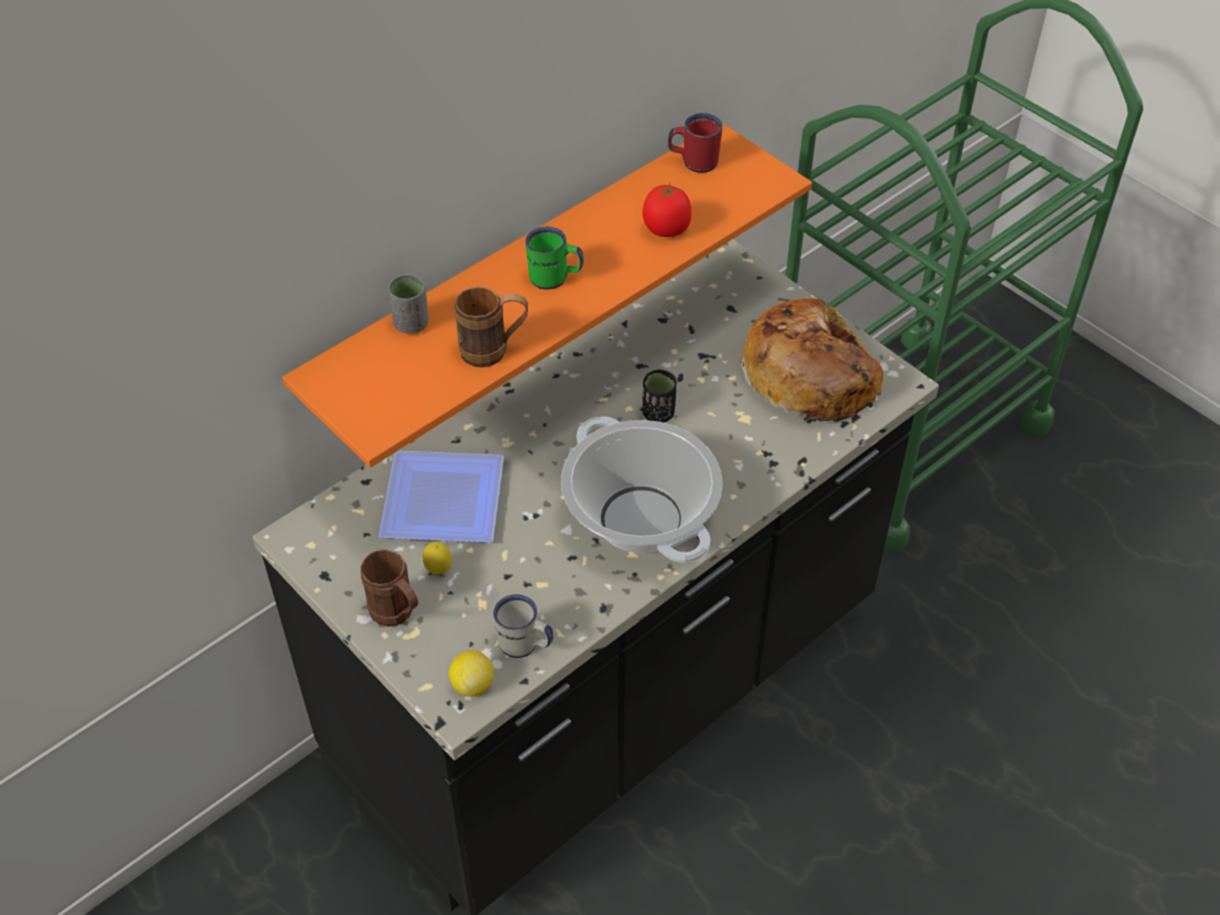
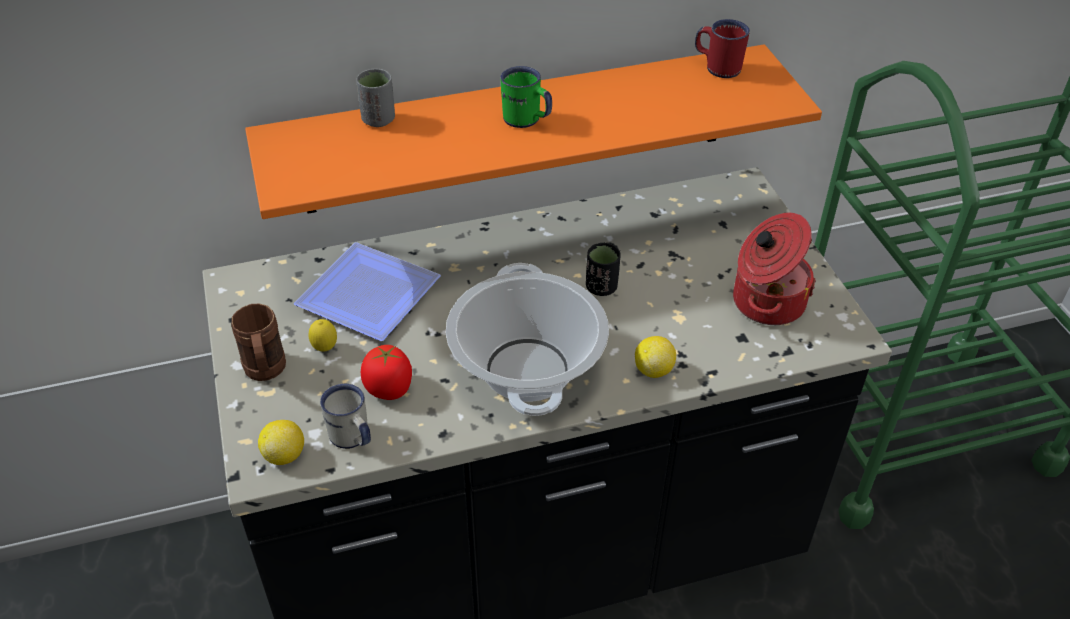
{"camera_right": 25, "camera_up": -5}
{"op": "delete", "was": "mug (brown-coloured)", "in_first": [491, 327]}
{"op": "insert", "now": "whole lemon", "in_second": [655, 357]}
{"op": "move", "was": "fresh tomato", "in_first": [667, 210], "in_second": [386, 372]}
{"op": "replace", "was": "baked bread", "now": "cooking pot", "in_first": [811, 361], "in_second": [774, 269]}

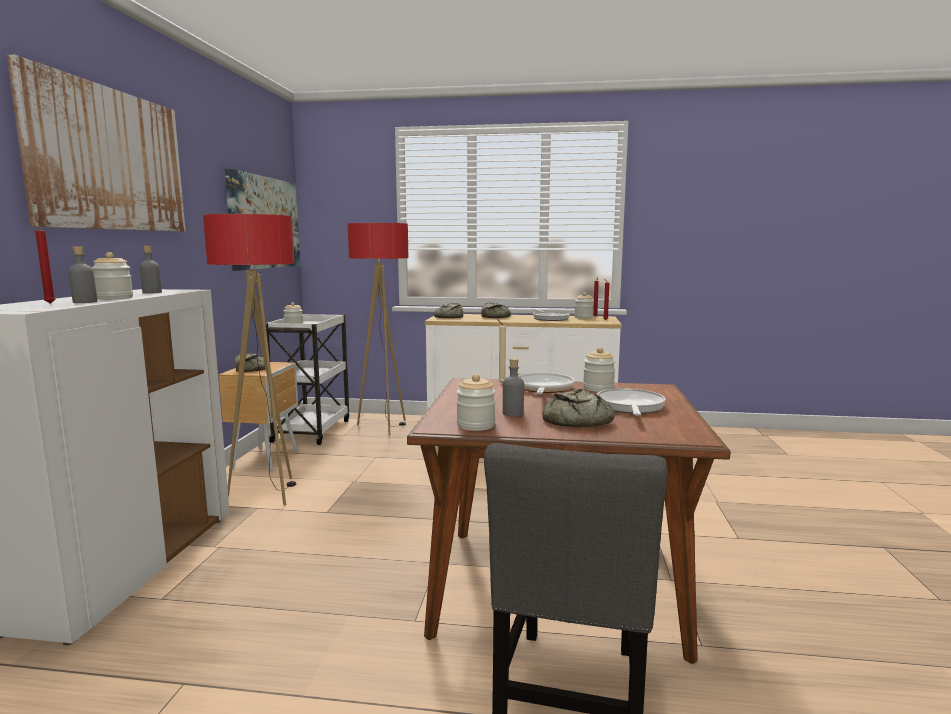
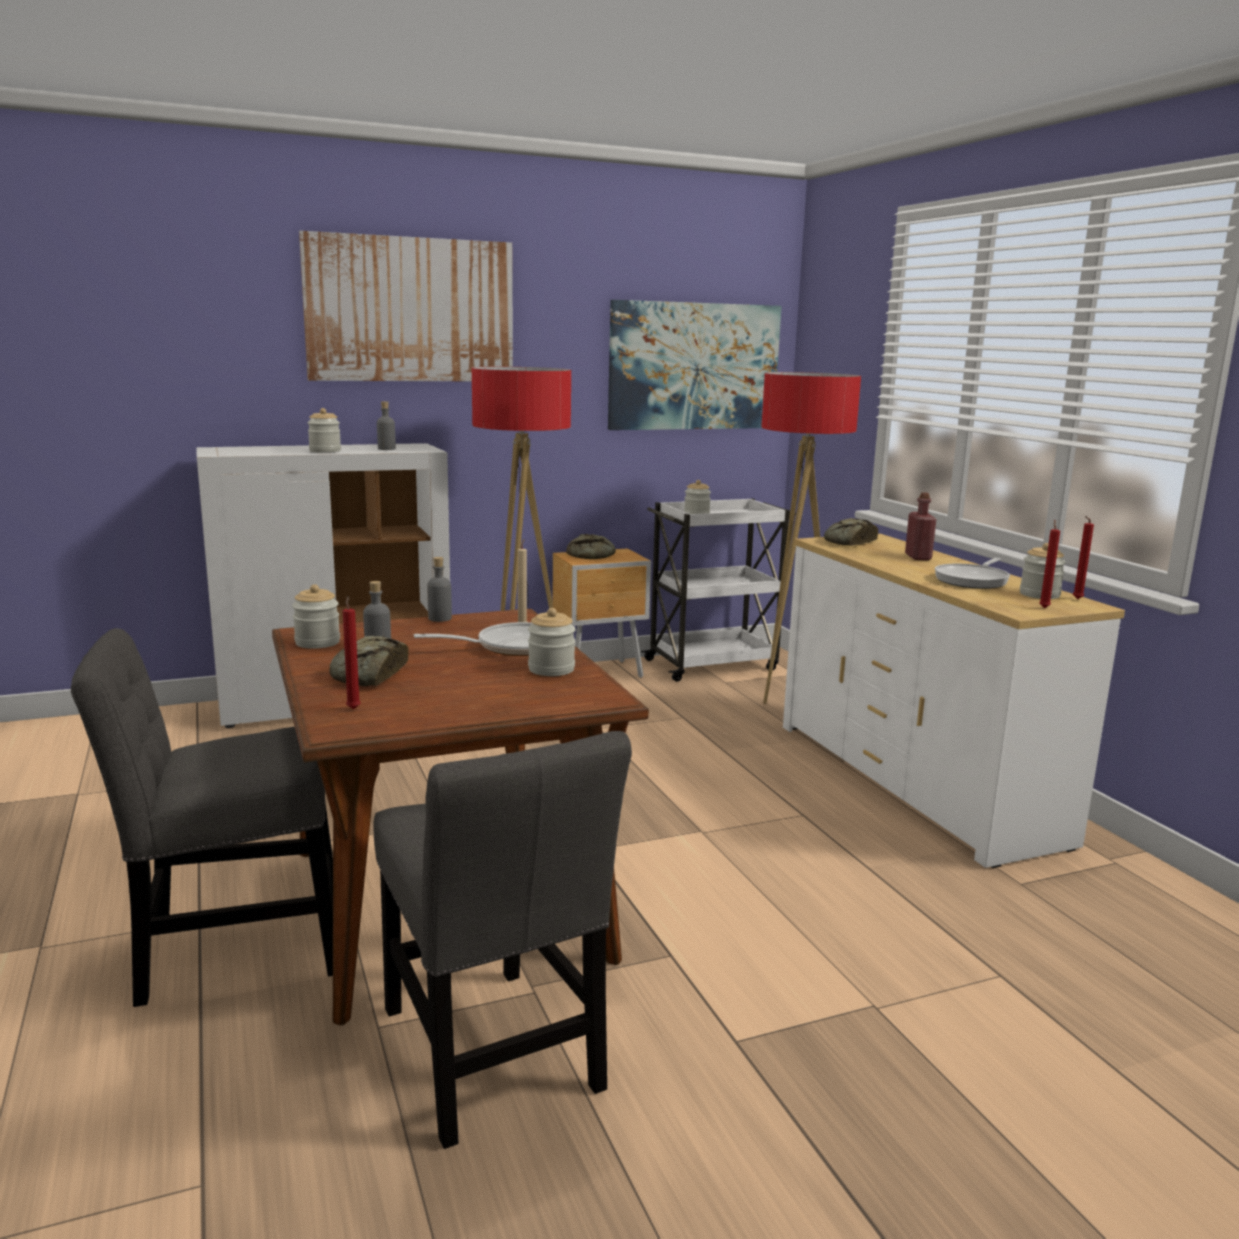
{"camera_right": 60, "camera_up": 5}
{"op": "delete", "was": "frying pan", "in_first": [631, 401]}
{"op": "insert", "now": "upright chair (grey)", "in_second": [502, 940]}
{"op": "move", "was": "wax candle (red-coloured)", "in_first": [44, 263], "in_second": [352, 652]}
{"op": "move", "was": "drink bottle (grey)", "in_first": [82, 274], "in_second": [439, 589]}
{"op": "replace", "was": "baked bread", "now": "drink bottle (red-coloured)", "in_first": [496, 310], "in_second": [920, 526]}

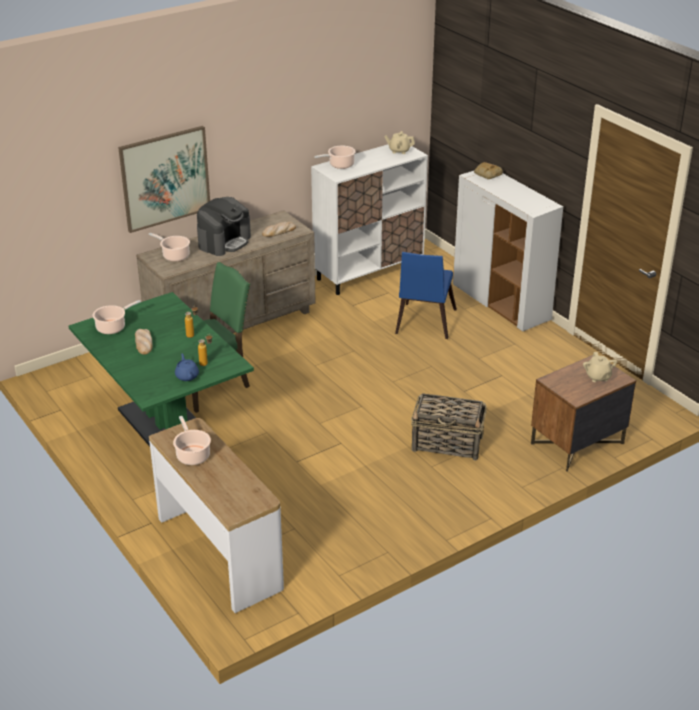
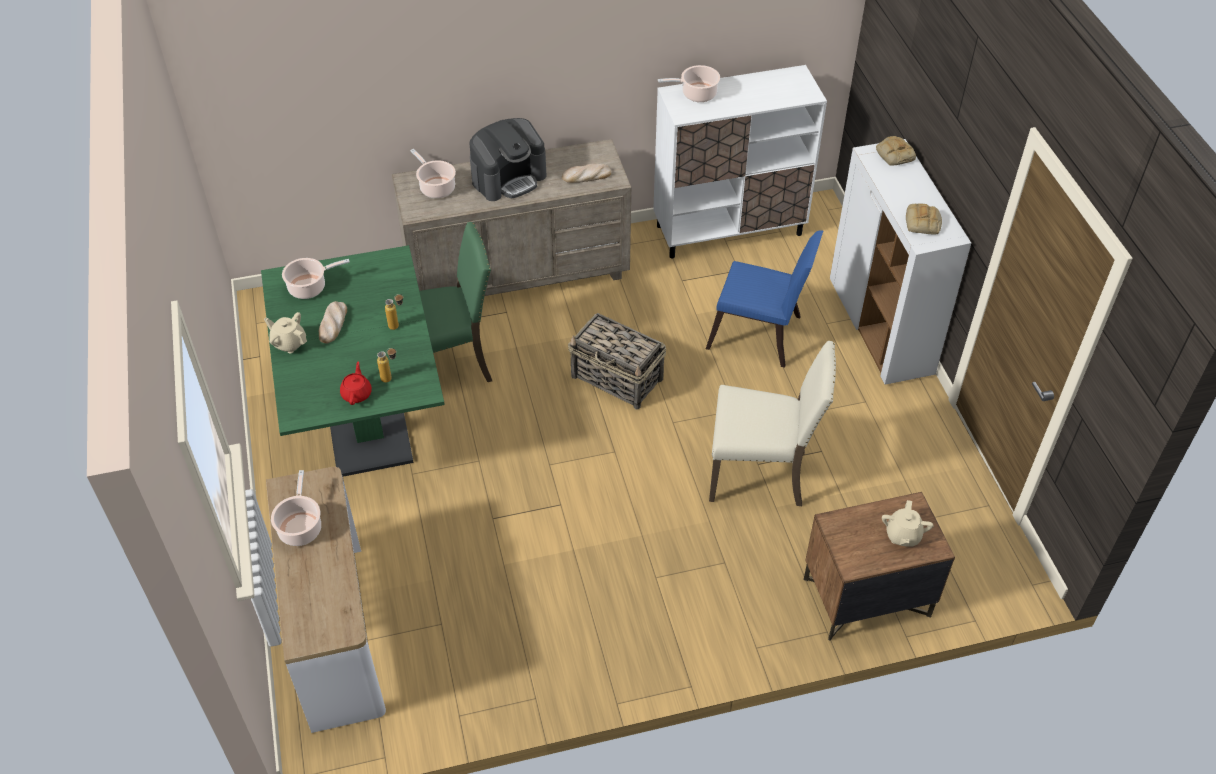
{"camera_right": 20, "camera_up": 15}
{"op": "delete", "was": "wall picture", "in_first": [164, 179]}
{"op": "insert", "now": "upright chair (beige-coloured)", "in_second": [772, 423]}
{"op": "insert", "now": "baked bread", "in_second": [924, 219]}
{"op": "move", "was": "pot for tea (beige-coloured)", "in_first": [400, 142], "in_second": [285, 333]}
{"op": "move", "was": "basket", "in_first": [449, 427], "in_second": [617, 361]}
{"op": "recolor", "was": "pot for tea (blue-coloured)", "now": "pot for tea (red-coloured)", "in_first": [187, 367], "in_second": [356, 383]}
{"op": "rotate", "was": "upright chair (blue-coloured)", "in_first": [426, 295], "in_second": [764, 299], "clockwise": -105}

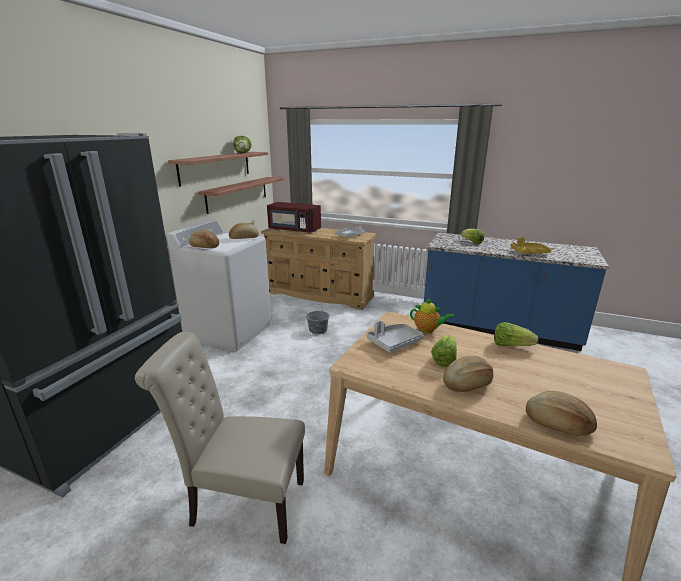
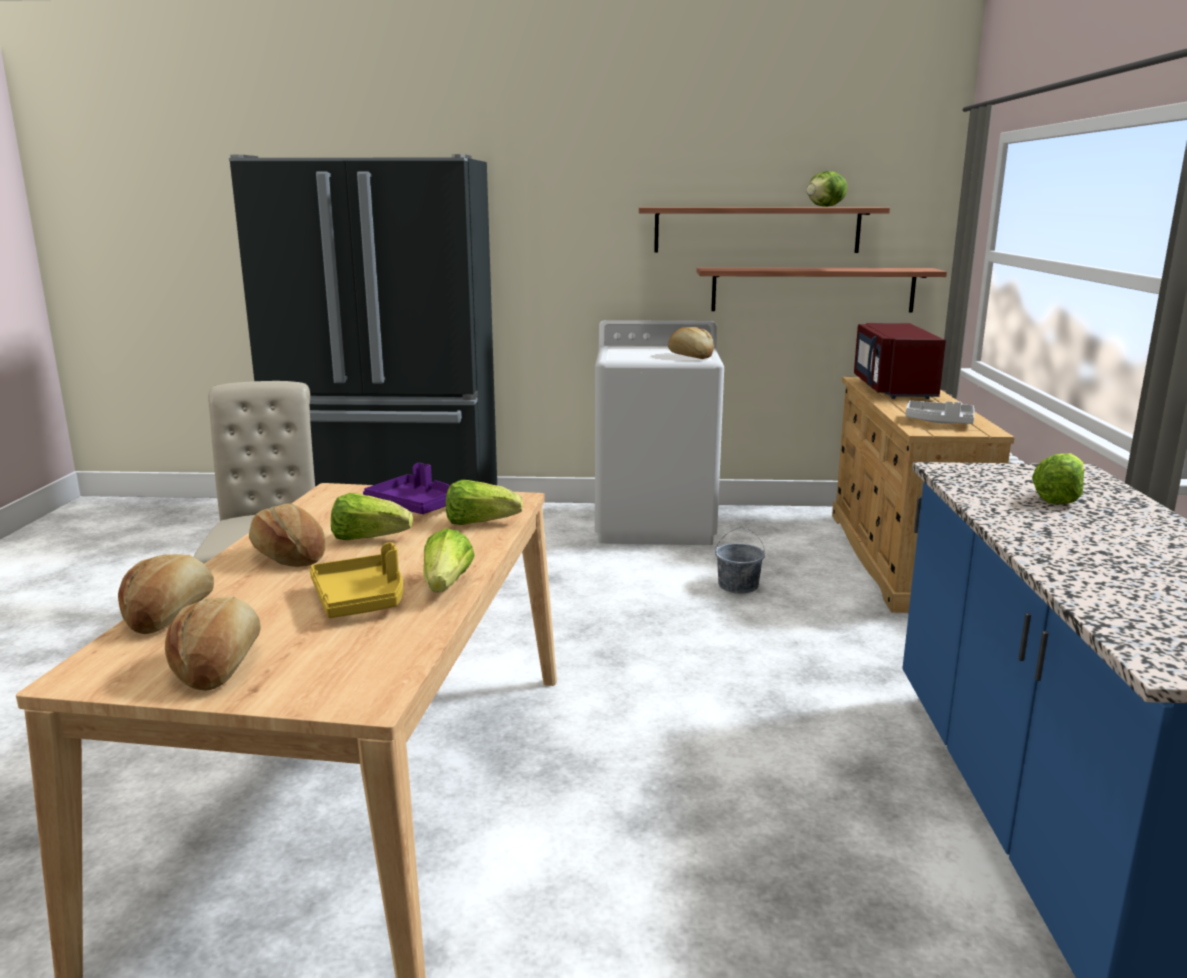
{"camera_right": 70, "camera_up": -5}
{"op": "move", "was": "baked bread", "in_first": [204, 239], "in_second": [213, 644]}
{"op": "move", "was": "serving tray (yellowish)", "in_first": [530, 245], "in_second": [356, 580]}
{"op": "replace", "was": "pot for tea", "now": "lettuce head", "in_first": [432, 315], "in_second": [484, 502]}
{"op": "recolor", "was": "serving tray (grey)", "now": "serving tray (purplish)", "in_first": [395, 336], "in_second": [406, 488]}

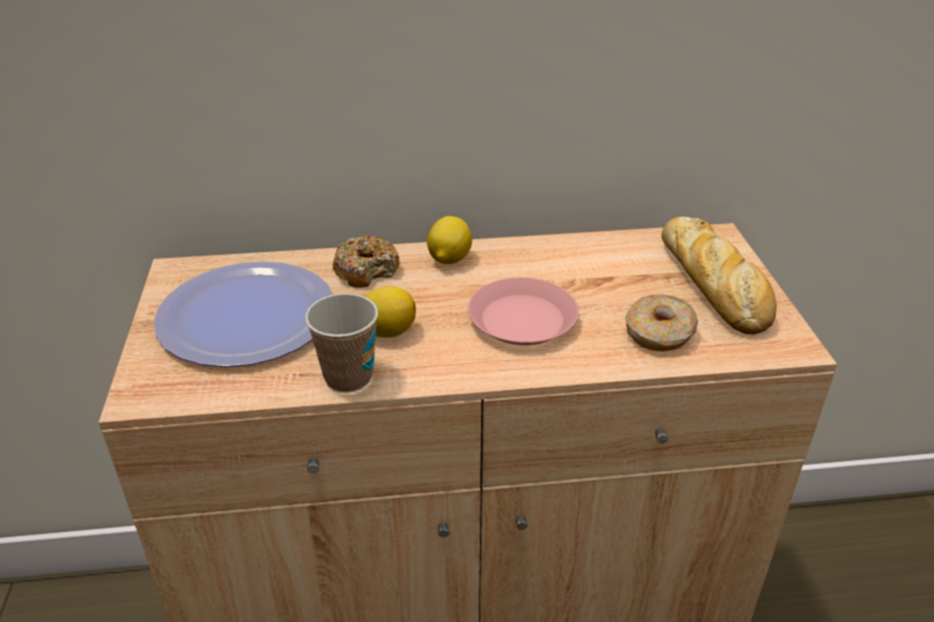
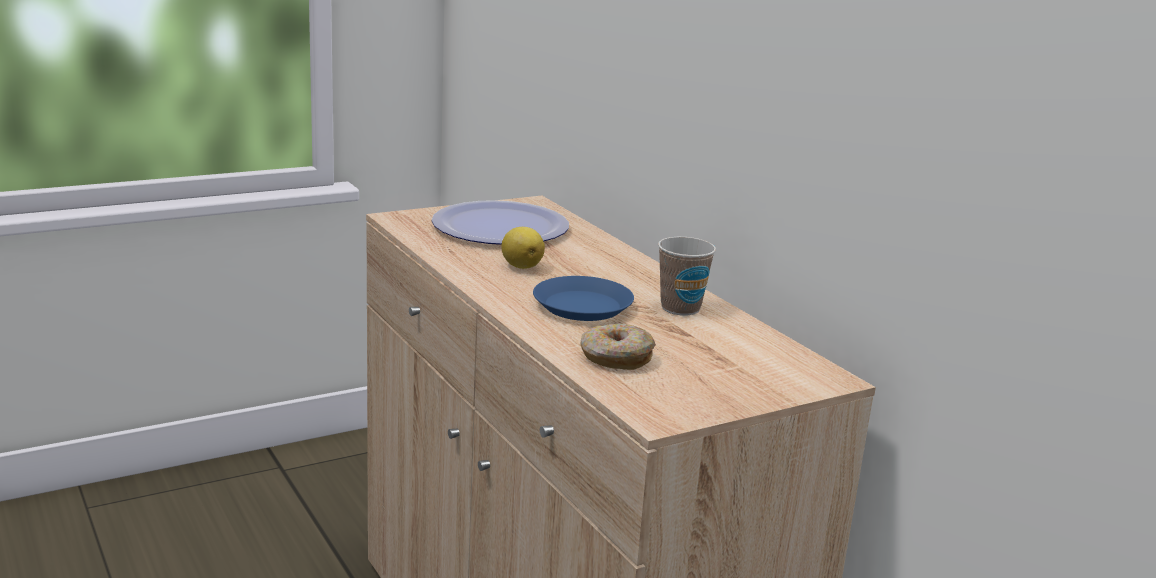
{"camera_right": 65, "camera_up": -15}
{"op": "delete", "was": "doughnut", "in_first": [366, 261]}
{"op": "delete", "was": "whole lemon", "in_first": [449, 240]}
{"op": "delete", "was": "baked bread", "in_first": [719, 275]}
{"op": "move", "was": "drinking cup", "in_first": [341, 342], "in_second": [687, 276]}
{"op": "recolor", "was": "plate (pink-coloured)", "now": "plate (blue-coloured)", "in_first": [523, 311], "in_second": [583, 298]}

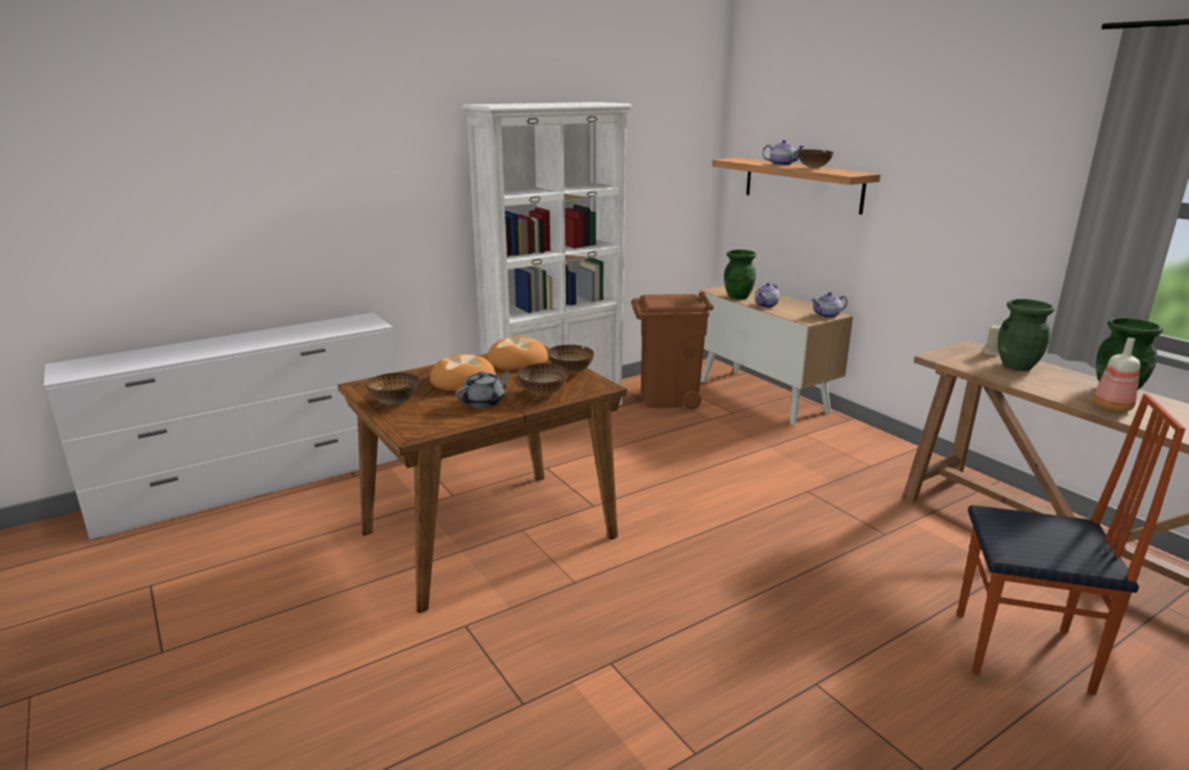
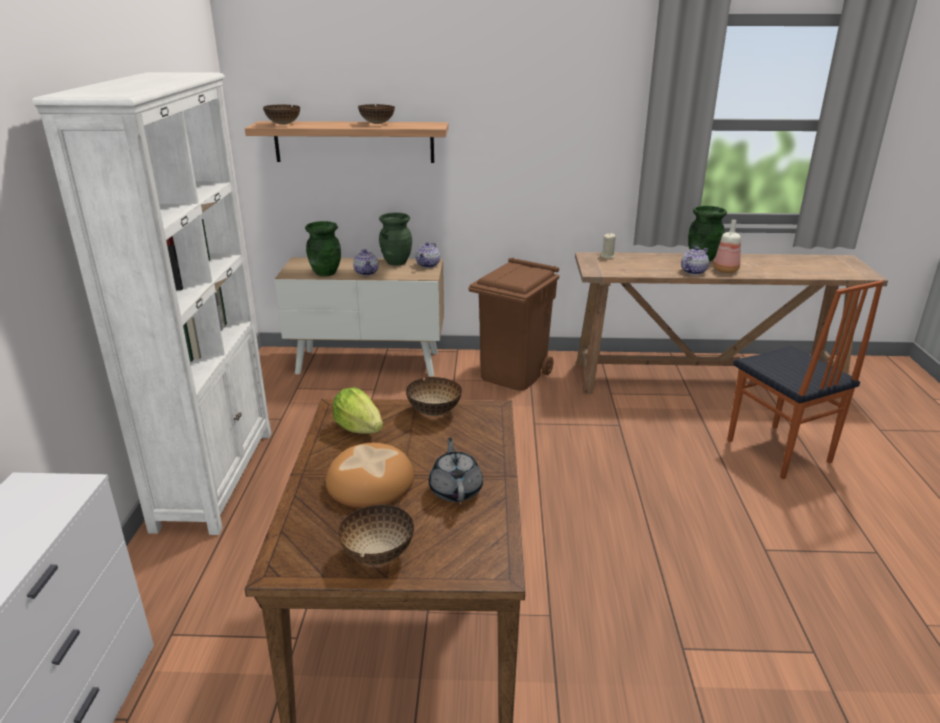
{"camera_right": -55, "camera_up": 5}
{"op": "move", "was": "deep dish", "in_first": [543, 379], "in_second": [281, 114]}
{"op": "move", "was": "rubbish bin (brown-coloured)", "in_first": [672, 350], "in_second": [513, 324]}
{"op": "move", "was": "pot for tea", "in_first": [783, 153], "in_second": [695, 261]}
{"op": "move", "was": "decorative vase (greenish)", "in_first": [1026, 335], "in_second": [395, 239]}
{"op": "replace", "was": "baked bread", "now": "lettuce head", "in_first": [517, 353], "in_second": [358, 410]}
{"op": "rotate", "was": "upright chair", "in_first": [1071, 544], "in_second": [805, 379], "clockwise": 105}

